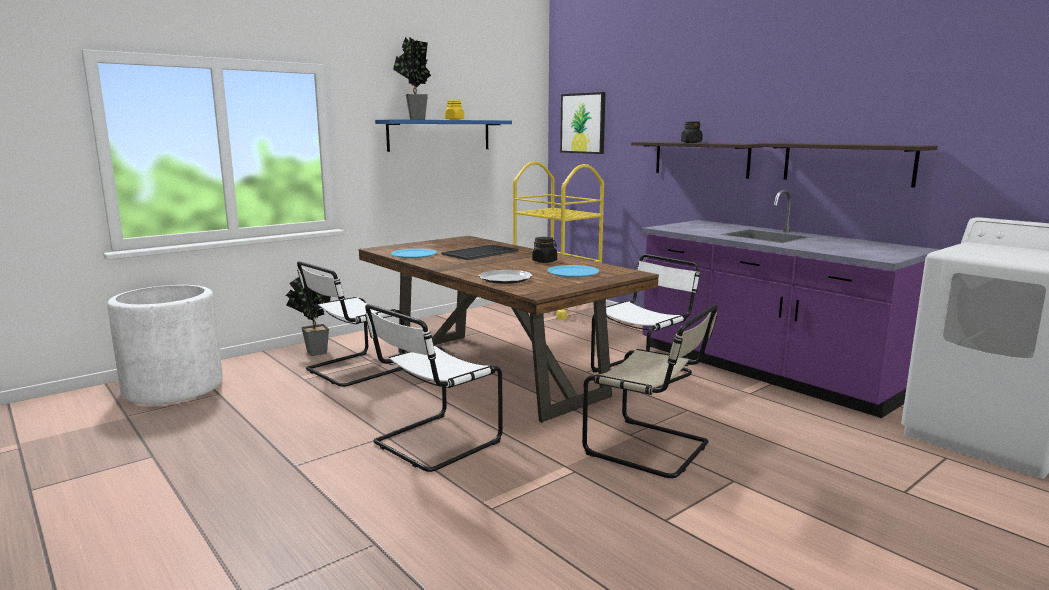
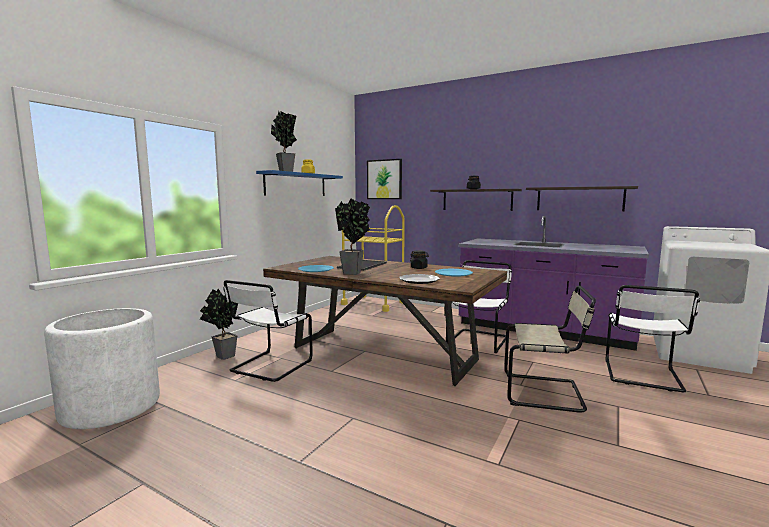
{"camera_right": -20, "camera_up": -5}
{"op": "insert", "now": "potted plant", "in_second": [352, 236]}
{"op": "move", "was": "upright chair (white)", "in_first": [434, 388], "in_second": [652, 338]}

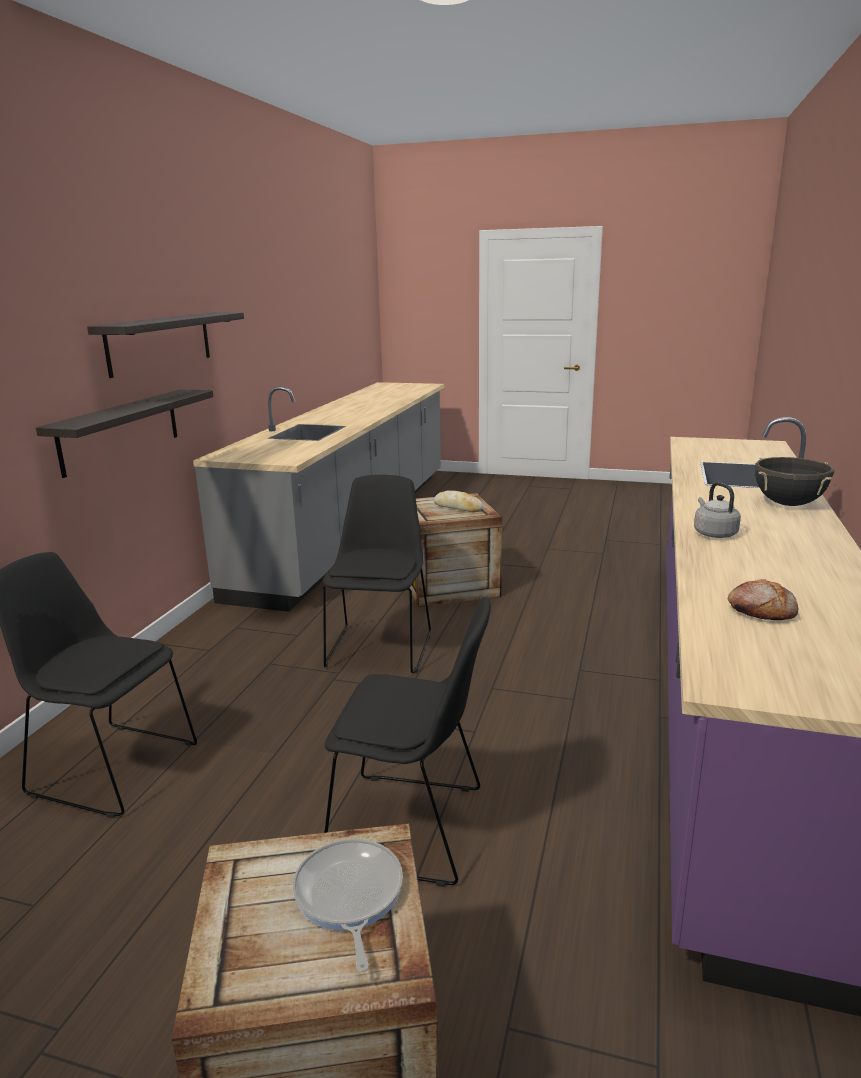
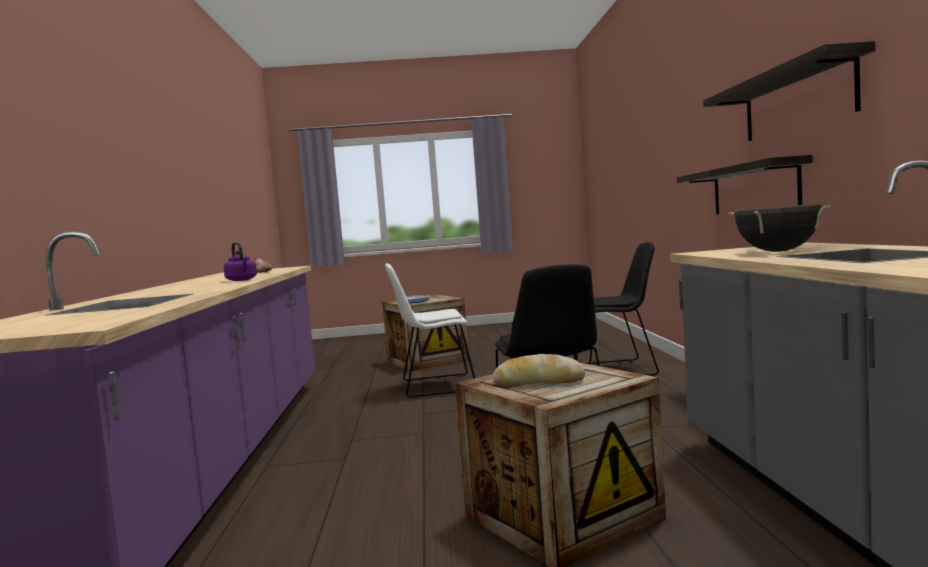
{"camera_right": 160, "camera_up": -15}
{"op": "move", "was": "cooking pot (black)", "in_first": [794, 481], "in_second": [780, 228]}
{"op": "recolor", "was": "upright chair (black)", "now": "upright chair (white)", "in_first": [407, 742], "in_second": [430, 330]}
{"op": "recolor", "was": "kettle (grey)", "now": "kettle (purplish)", "in_first": [717, 510], "in_second": [240, 261]}

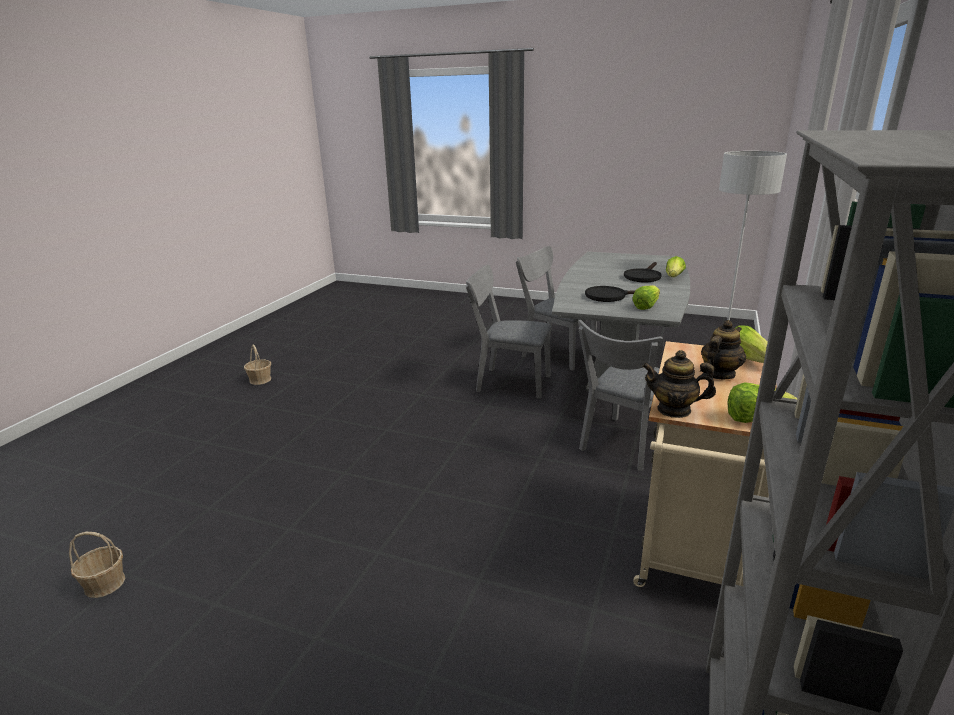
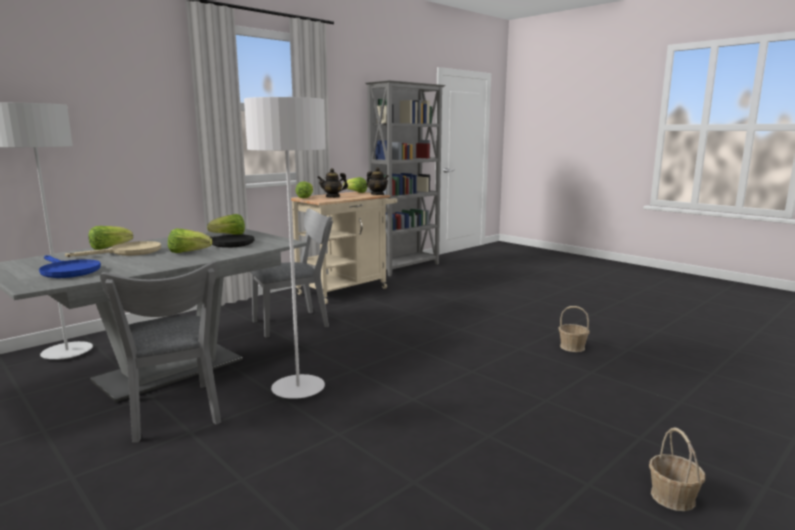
{"camera_right": -155, "camera_up": -10}
{"op": "insert", "now": "frying pan (blue-coloured)", "in_second": [70, 266]}
{"op": "insert", "now": "lettuce head", "in_second": [190, 241]}
{"op": "move", "was": "basket", "in_first": [97, 565], "in_second": [574, 329]}
{"op": "replace", "was": "upright chair (grey)", "now": "standing lamp (white)", "in_first": [509, 332], "in_second": [285, 248]}
{"op": "recolor", "was": "frying pan (black)", "now": "frying pan (beige-coloured)", "in_first": [643, 272], "in_second": [113, 249]}

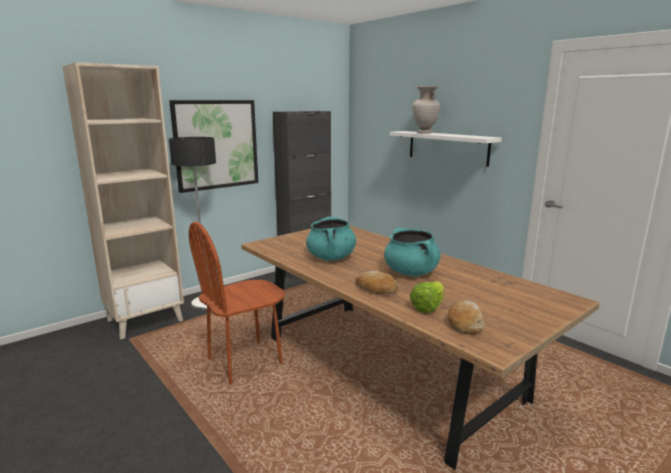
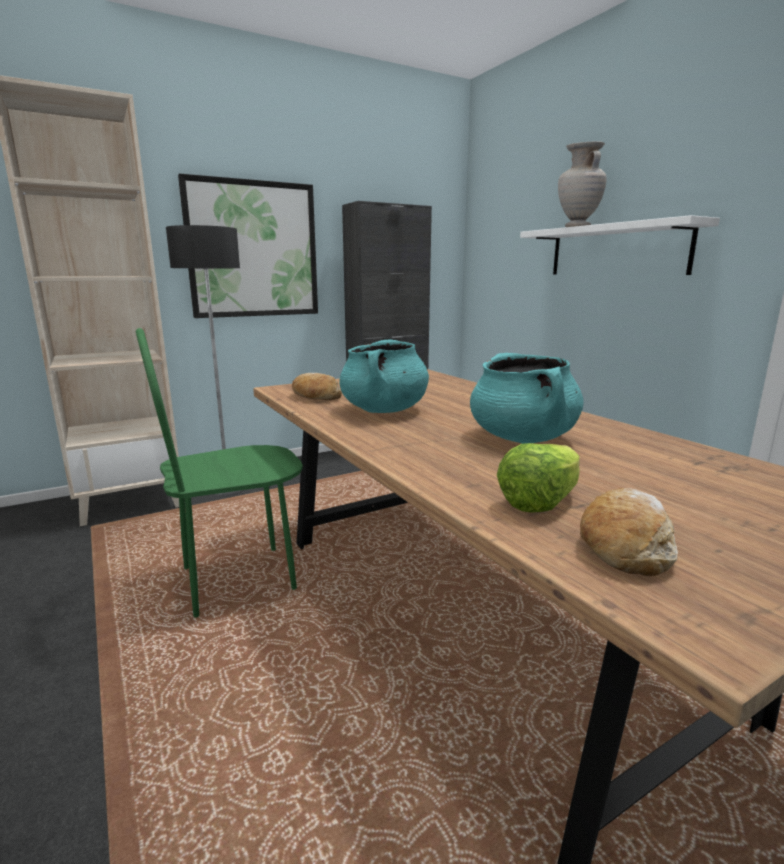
{"camera_right": 10, "camera_up": 0}
{"op": "move", "was": "baked bread", "in_first": [376, 282], "in_second": [317, 386]}
{"op": "recolor", "was": "upright chair (brown-coloured)", "now": "upright chair (greenish)", "in_first": [237, 303], "in_second": [219, 473]}

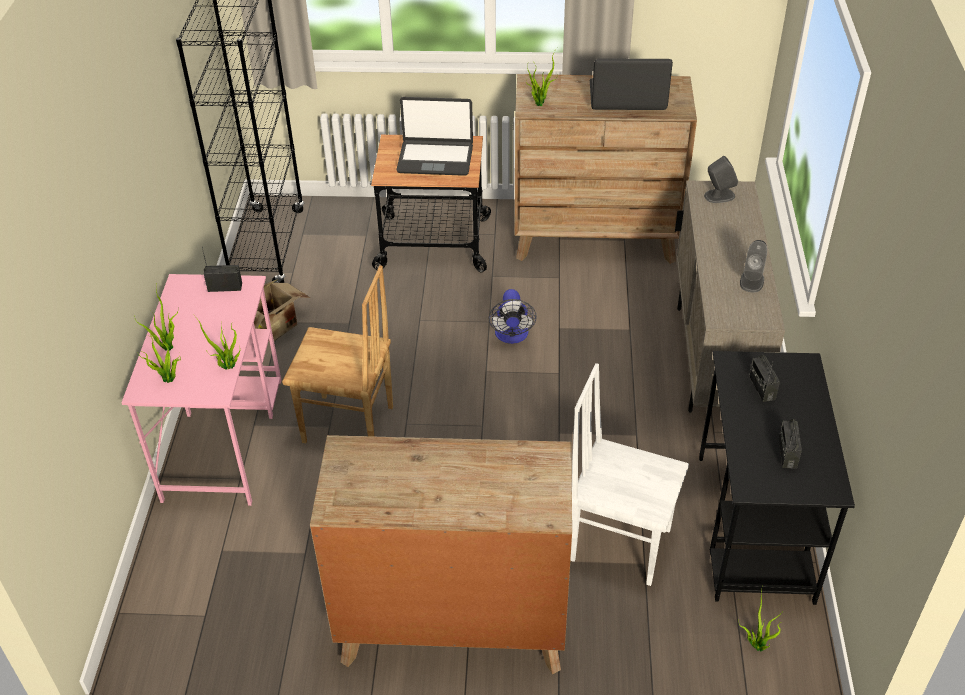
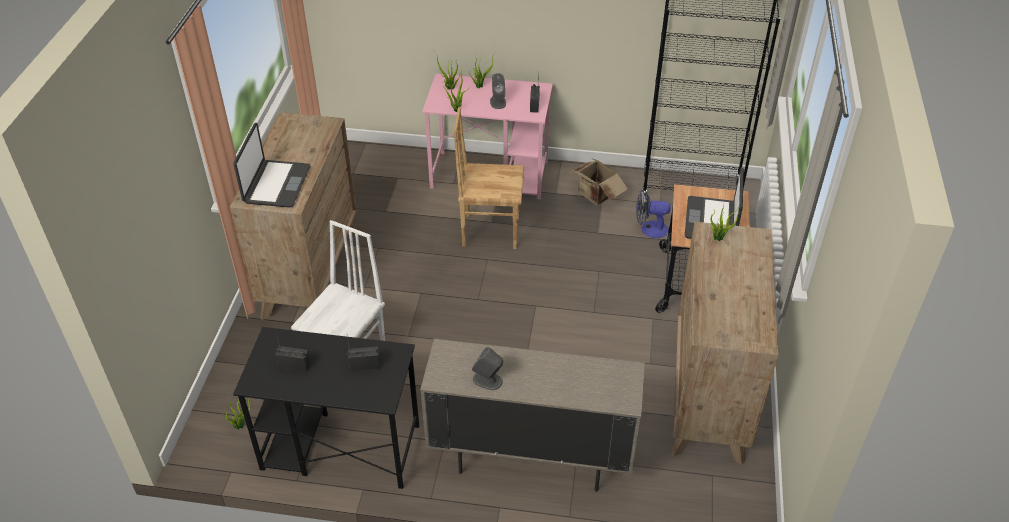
{"camera_right": 95, "camera_up": 0}
{"op": "move", "was": "cooling fan", "in_first": [513, 316], "in_second": [653, 213]}
{"op": "move", "was": "notebook computer", "in_first": [631, 84], "in_second": [271, 165]}
{"op": "move", "was": "audio speaker (grey)", "in_first": [721, 179], "in_second": [498, 91]}
{"op": "rotate", "was": "upright chair (brown-coloured)", "in_first": [337, 354], "in_second": [489, 178], "clockwise": 75}

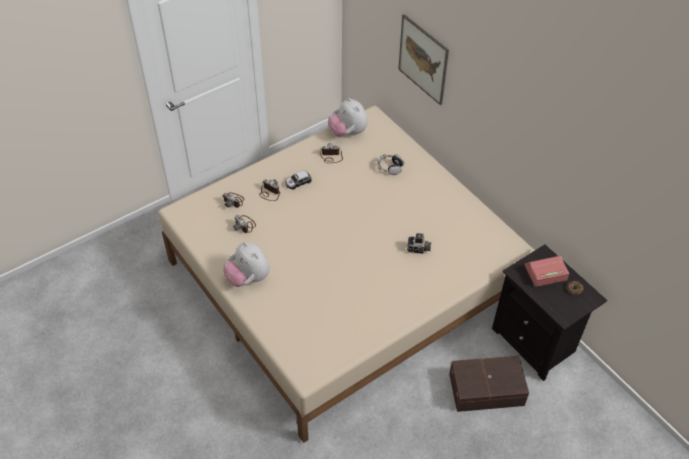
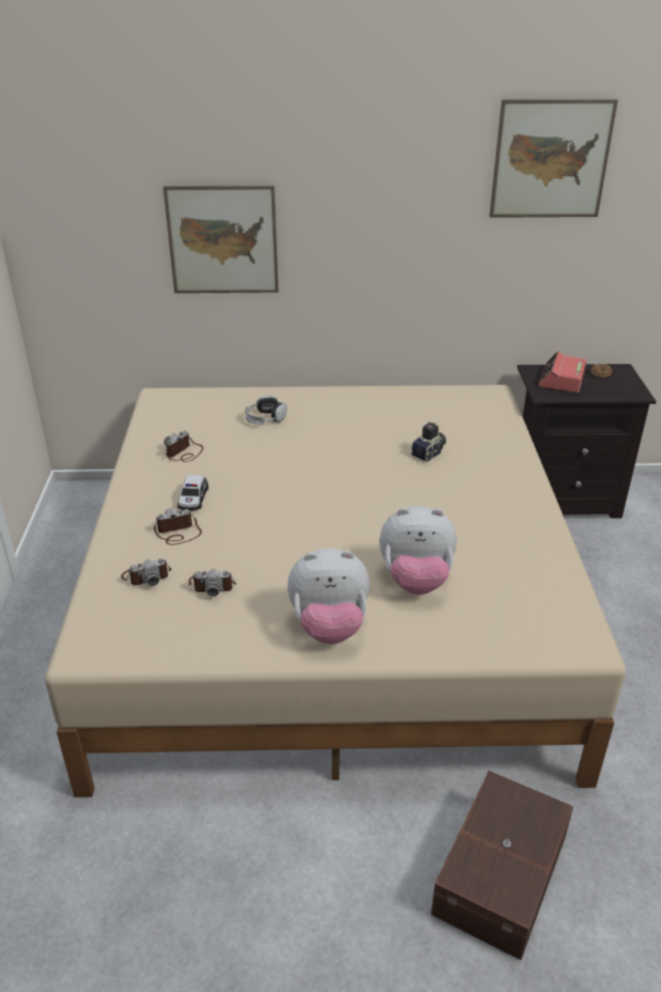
{"camera_right": -55, "camera_up": -15}
{"op": "insert", "now": "wall picture", "in_second": [553, 158]}
{"op": "move", "was": "soft toy", "in_first": [348, 117], "in_second": [418, 550]}
{"op": "move", "was": "storage bin (brown-coloured)", "in_first": [489, 383], "in_second": [502, 865]}

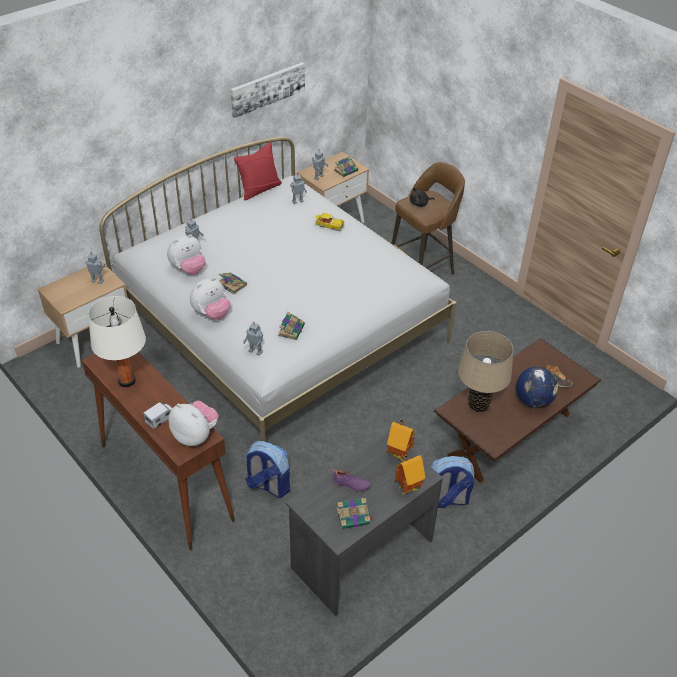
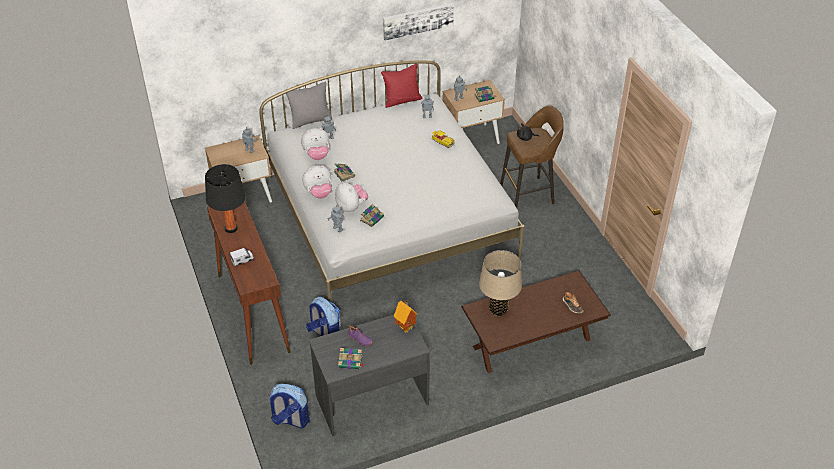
{"camera_right": 20, "camera_up": 0}
{"op": "delete", "was": "toy house", "in_first": [410, 474]}
{"op": "delete", "was": "world globe", "in_first": [537, 387]}
{"op": "insert", "now": "throw pillow (grey)", "in_second": [309, 105]}
{"op": "move", "was": "soft toy", "in_first": [193, 423], "in_second": [351, 197]}
{"op": "move", "was": "backpack", "in_first": [453, 482], "in_second": [289, 406]}
{"op": "recolor", "was": "tabletop lamp (white)", "now": "tabletop lamp (black)", "in_first": [117, 341], "in_second": [225, 198]}

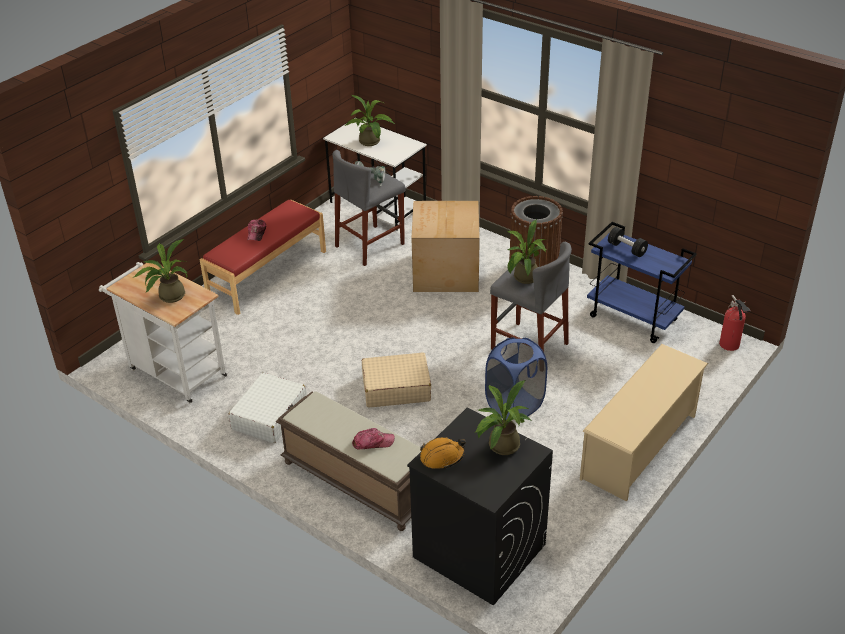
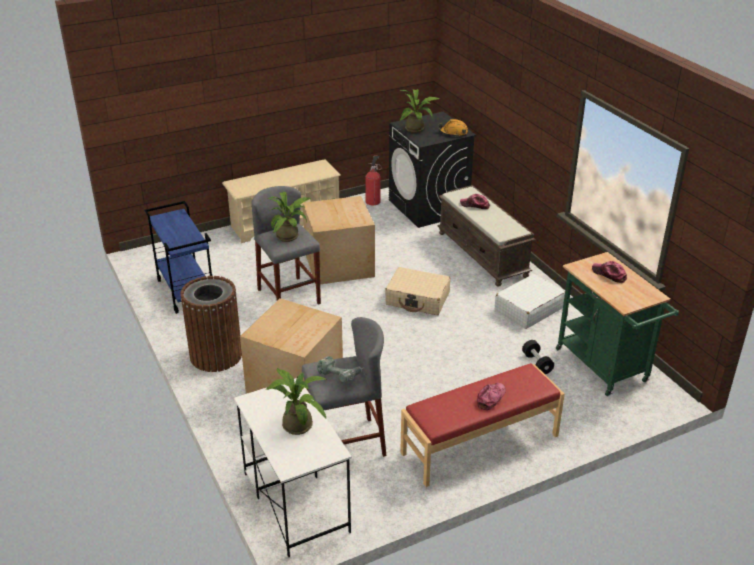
{"camera_right": -155, "camera_up": -5}
{"op": "move", "was": "free weight (black)", "in_first": [628, 242], "in_second": [538, 357]}
{"op": "move", "was": "extinguisher", "in_first": [735, 323], "in_second": [373, 180]}
{"op": "replace", "was": "potted plant", "now": "baseball cap", "in_first": [160, 271], "in_second": [609, 272]}
{"op": "replace", "was": "hamper (blue-coloured)", "now": "packing box", "in_first": [516, 378], "in_second": [339, 240]}
{"op": "recolor", "was": "cart (white)", "now": "cart (greenish)", "in_first": [163, 333], "in_second": [617, 324]}

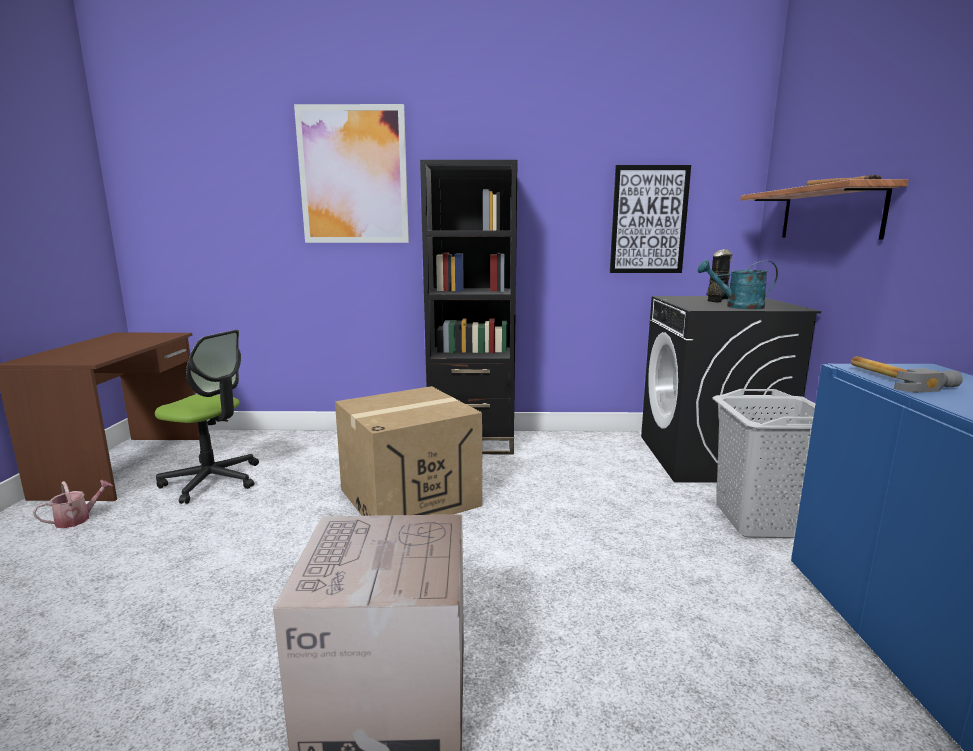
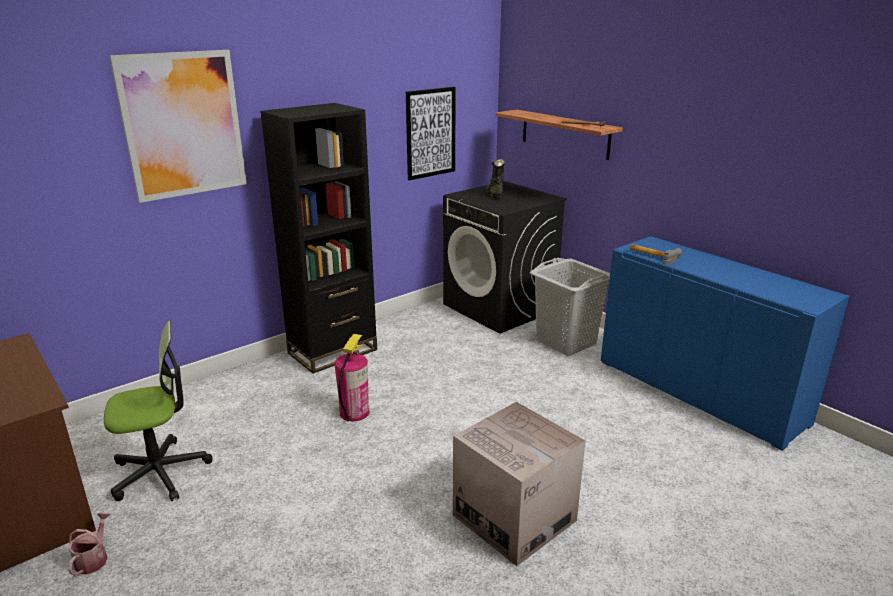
{"camera_right": -40, "camera_up": 10}
{"op": "delete", "was": "sprinkling can (blue-green)", "in_first": [738, 284]}
{"op": "replace", "was": "packing box", "now": "extinguisher", "in_first": [408, 451], "in_second": [351, 378]}

